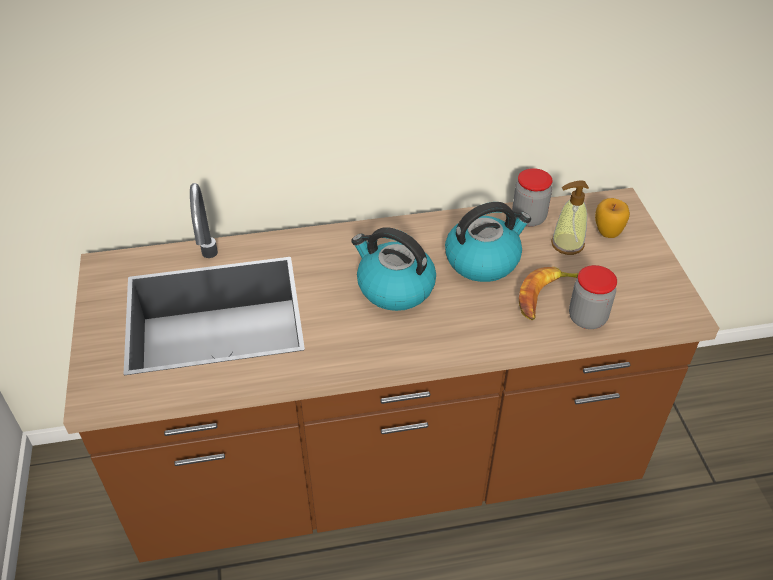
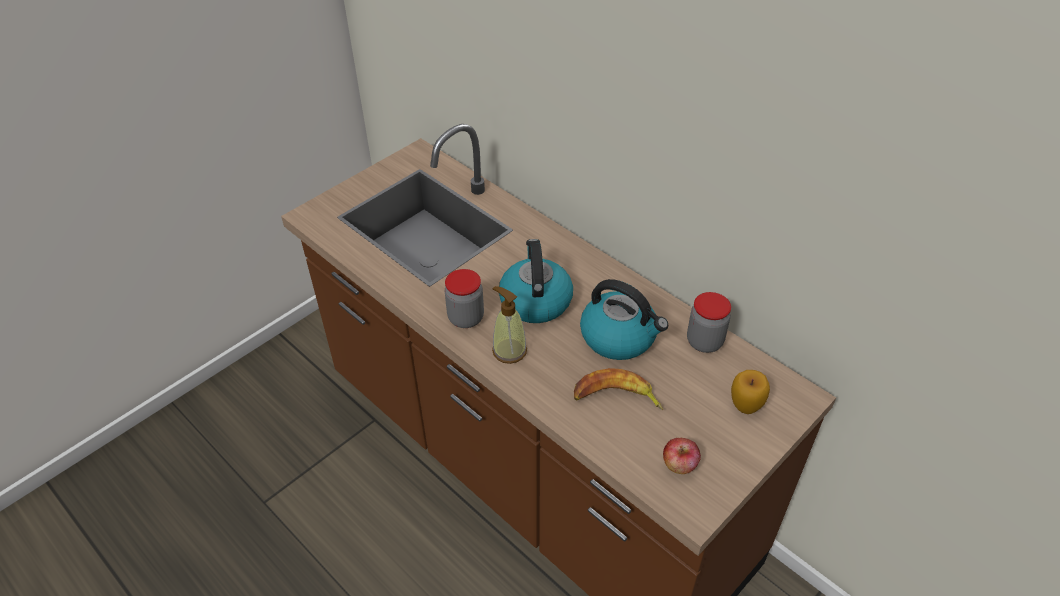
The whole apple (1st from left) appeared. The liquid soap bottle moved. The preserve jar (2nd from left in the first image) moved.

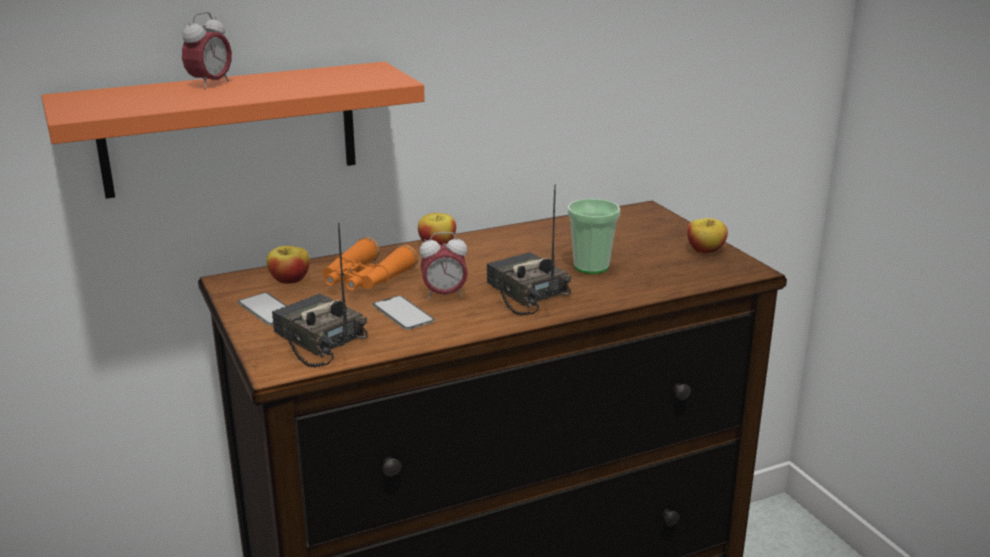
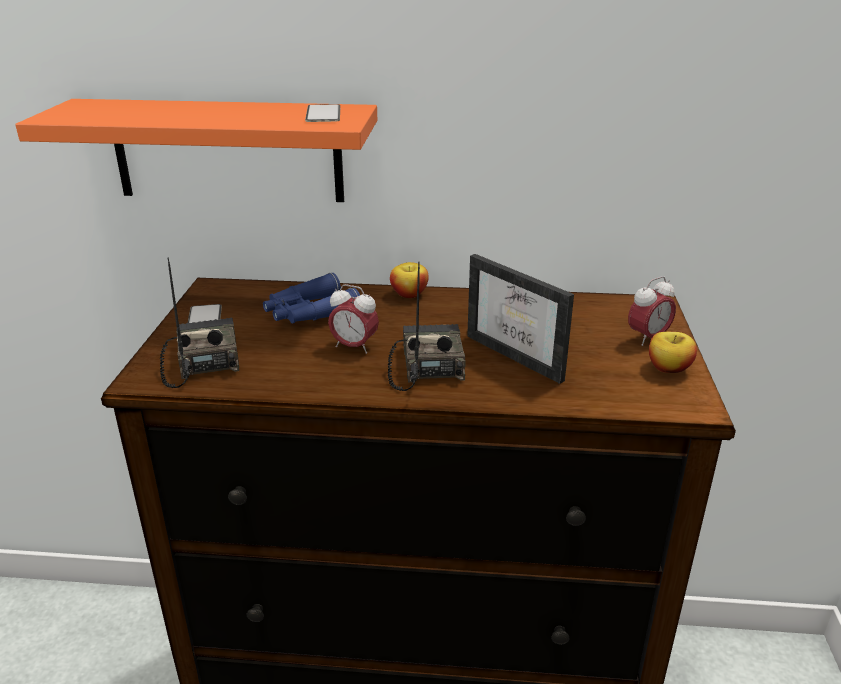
The whole apple (1st from left) disappeared. The table clock (1st from left in the first image) moved. The phone (2nd from left) moved. The drinking cup was replaced by the standing frame. The orangey pair of binoculars became the blue-coloured pair of binoculars.

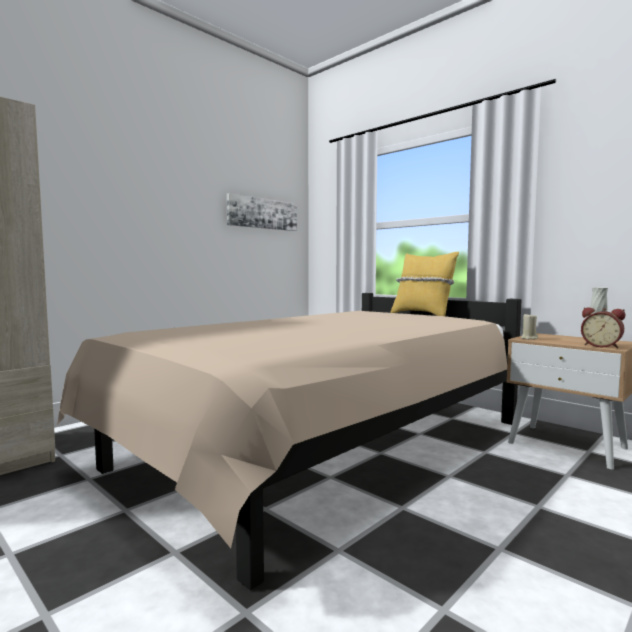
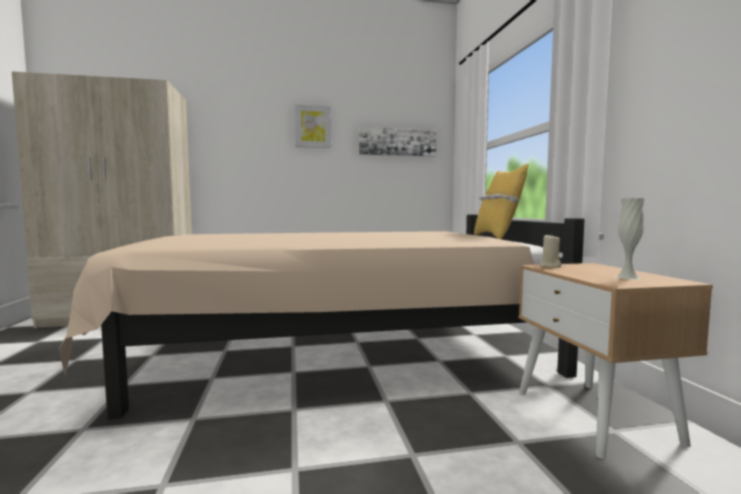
The table clock disappeared. The wall picture (1st from left) appeared.

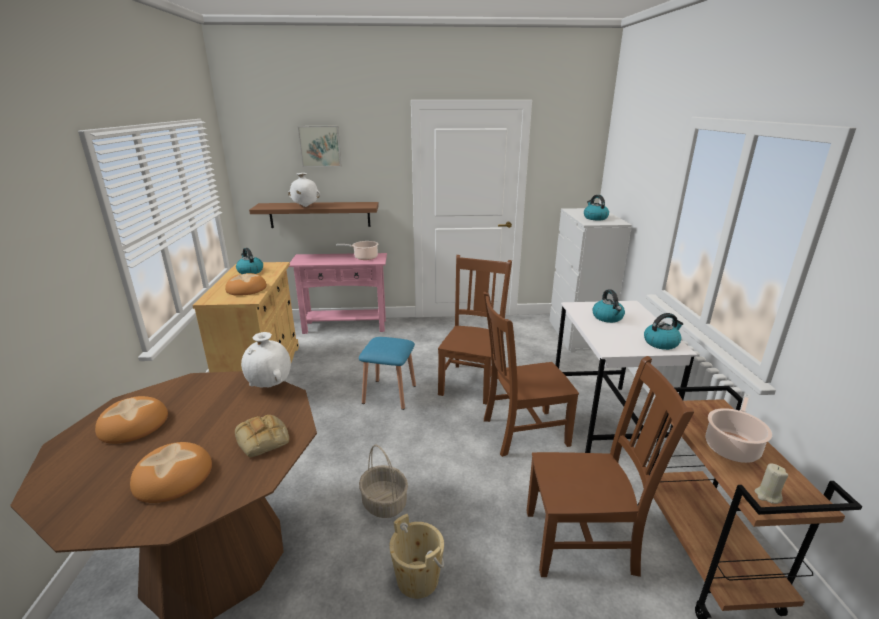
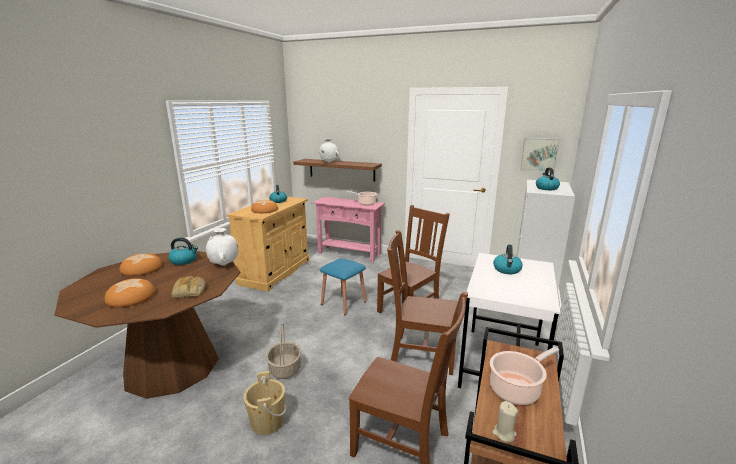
The wall picture moved. The water kettle (4th from left in the first image) moved.

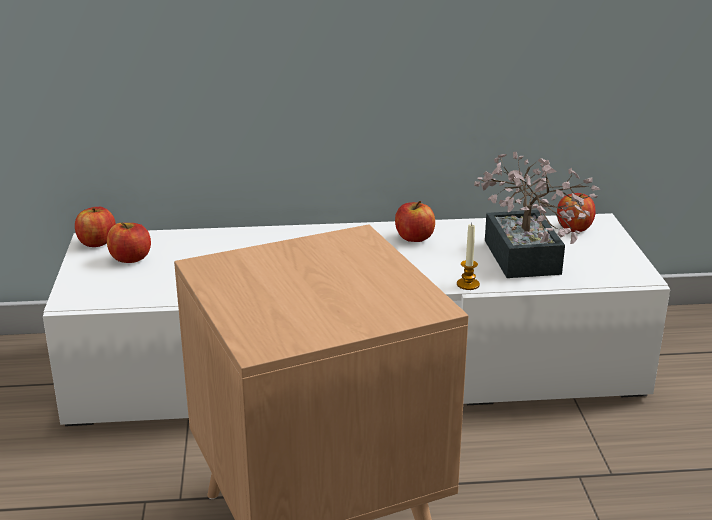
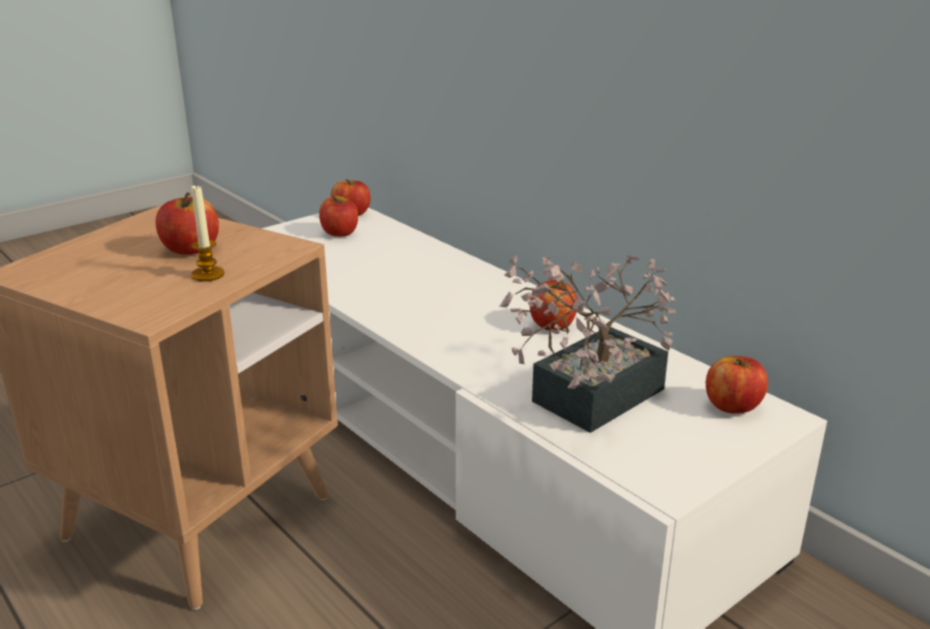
The whole apple (1st from left) appeared. The candle moved.

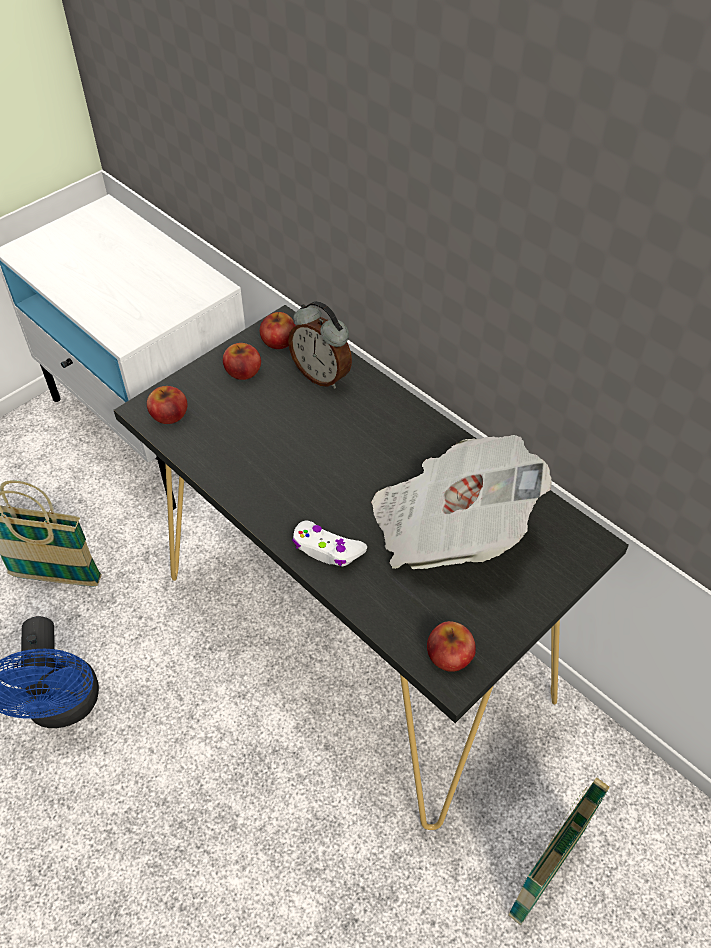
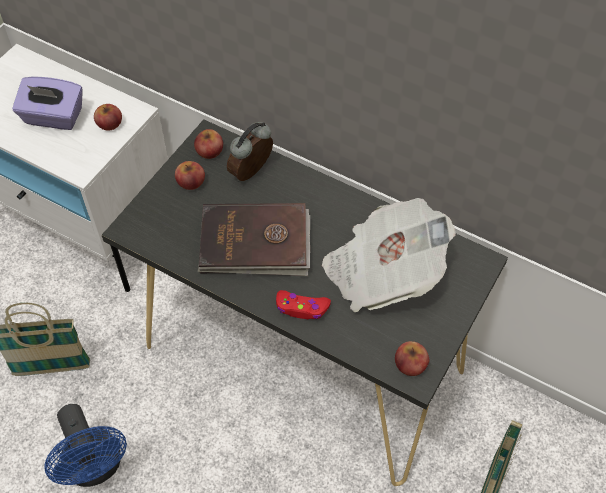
The purple tissue holder appeared. The brown-coloured volume appeared. The whole apple (1st from left) moved. The white-coloured joypad became the red joypad. The table clock turned 105 degrees clockwise.

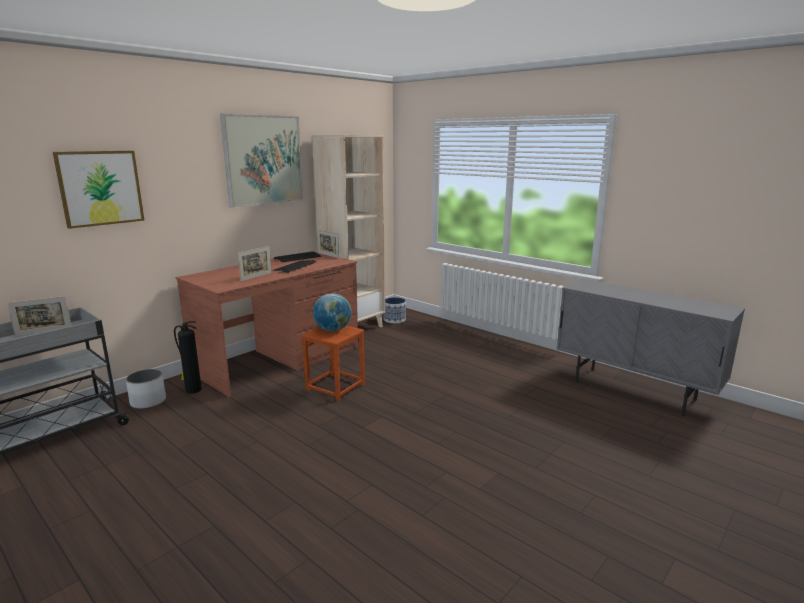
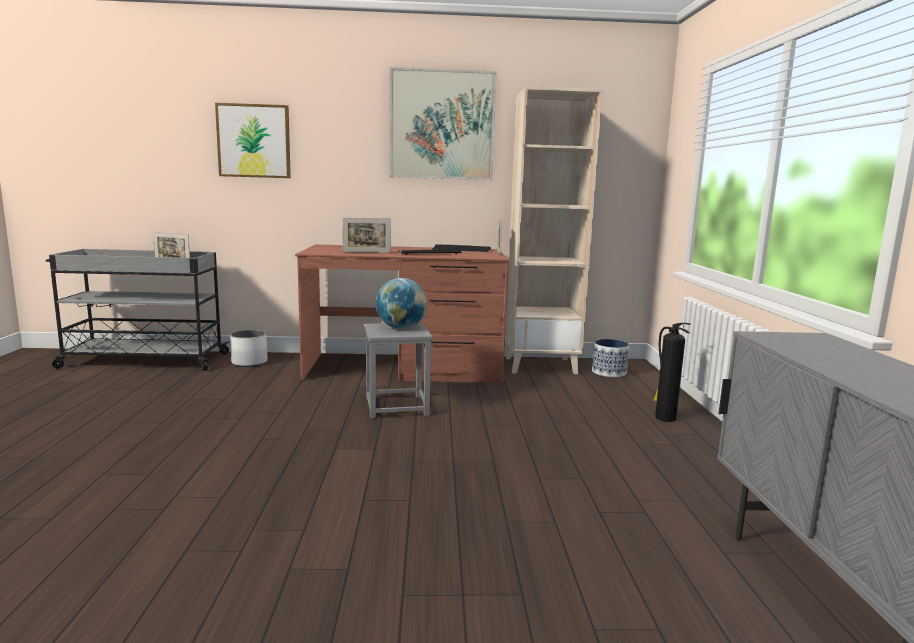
The fire extinguisher moved. The brown-coloured sitting stool became the grey sitting stool.

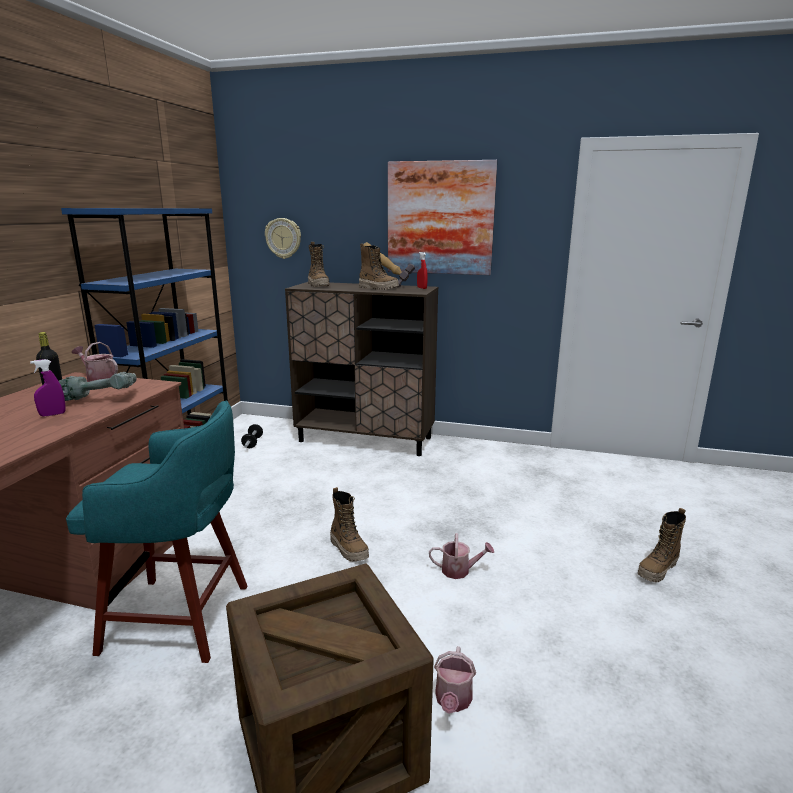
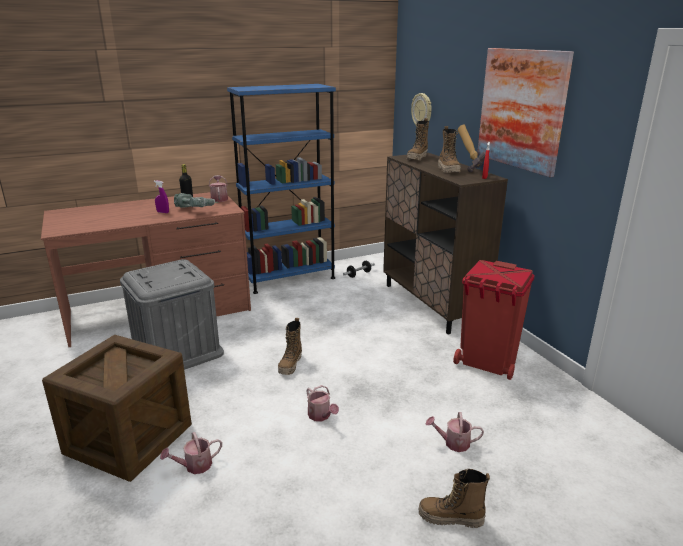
The watering can (4th from left) appeared. The red waste bin appeared. The turquoise-coloured sitting stool was replaced by the grey storage container.

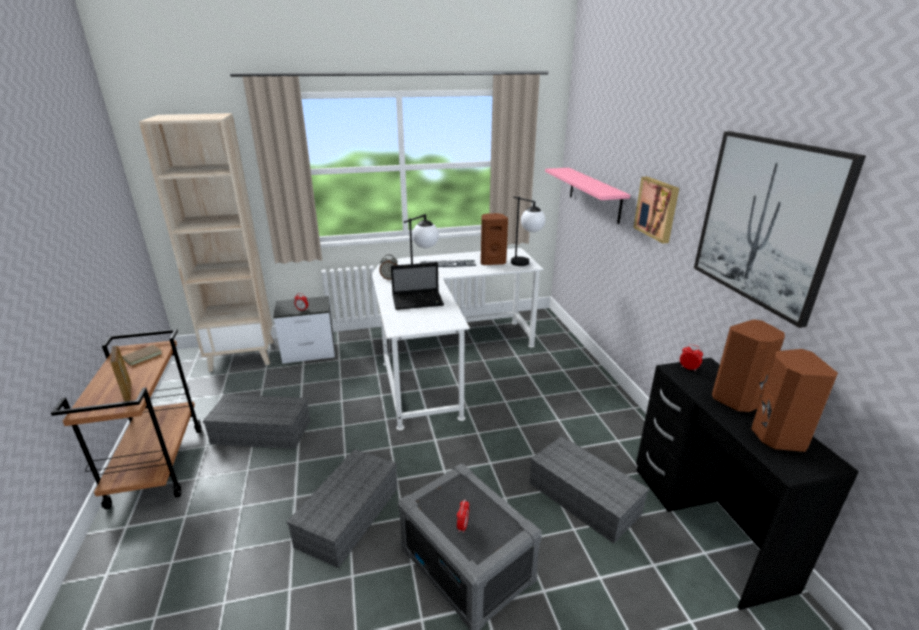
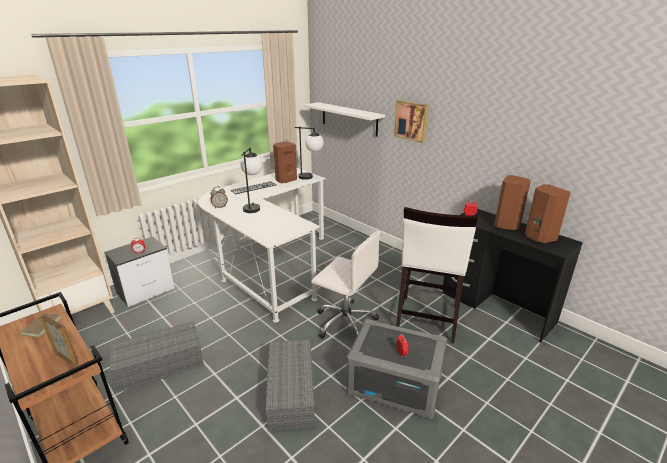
The portable computer disappeared. The wall picture (2nd from left) disappeared. The white-coloured desk chair appeared. The grey storage container (4th from left) was replaced by the white-coloured sitting stool. The pinkish shelf became the white-coloured shelf.

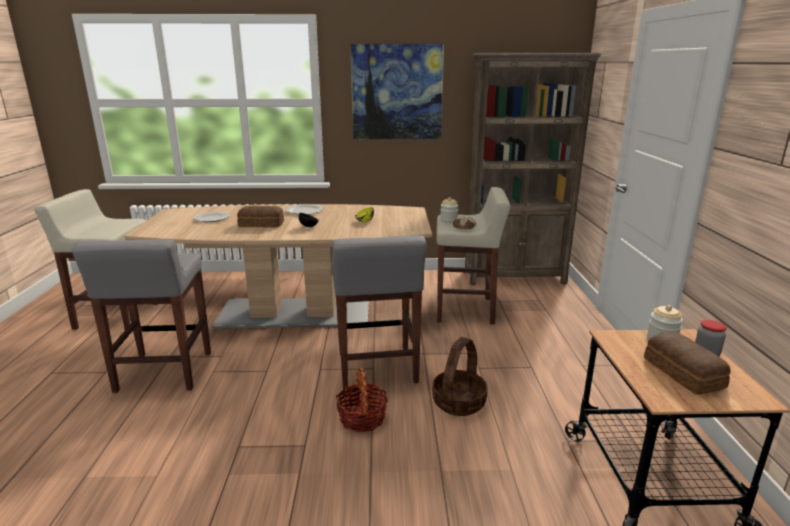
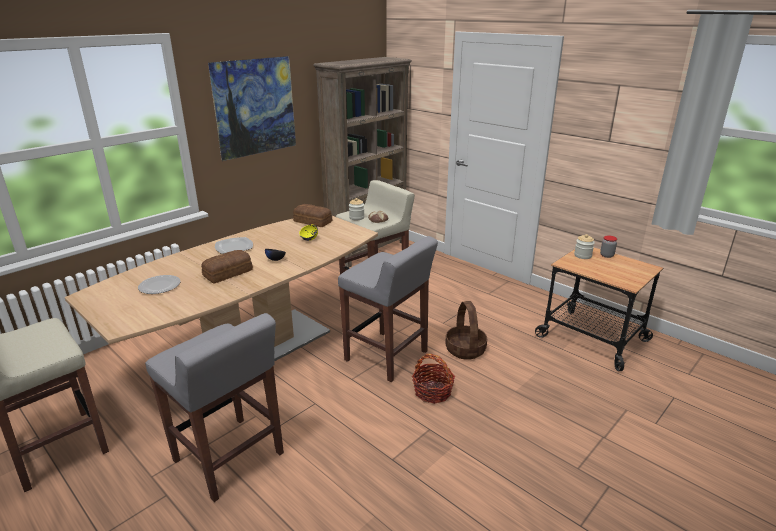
The baked bread (3rd from left in the first image) moved.

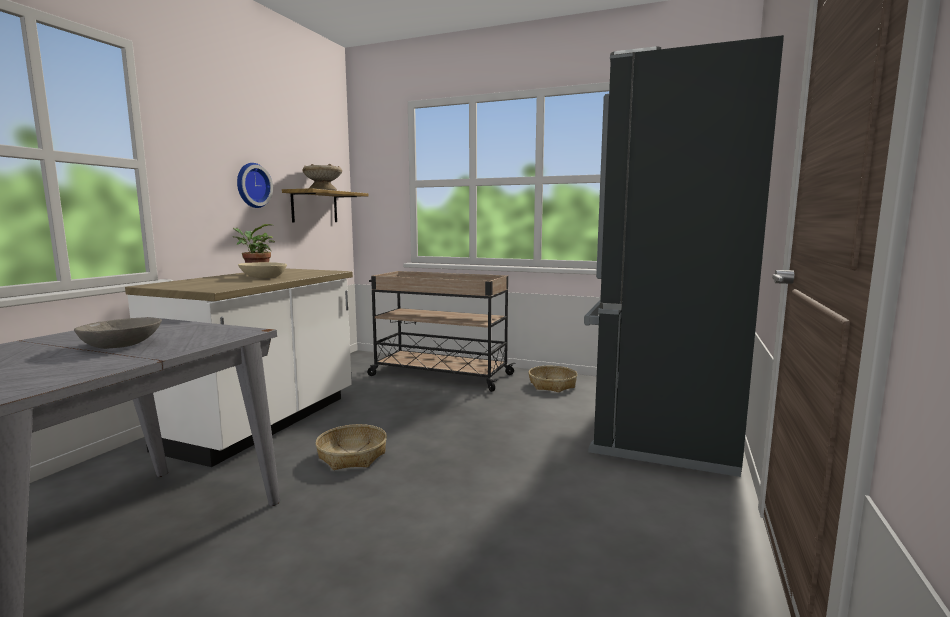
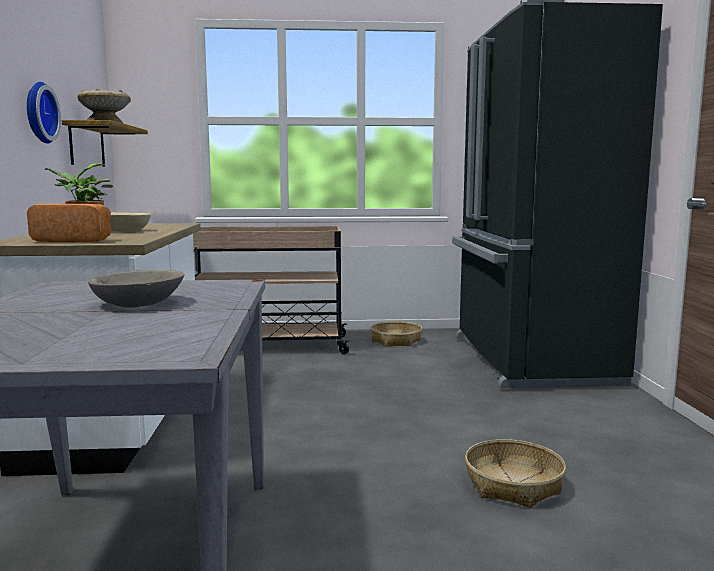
The baked bread appeared. The storage basket (1st from left in the first image) moved.

